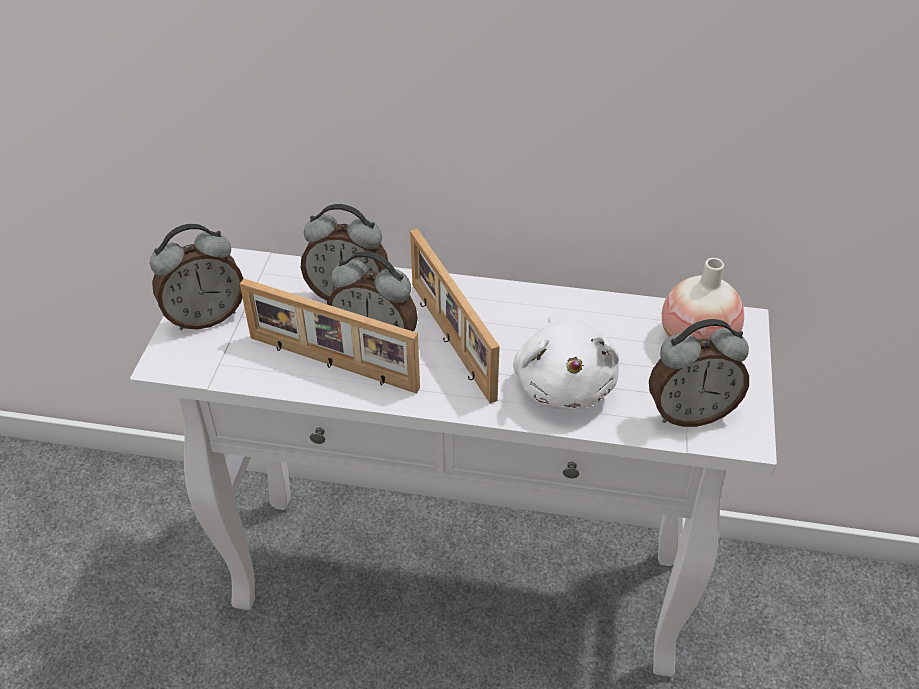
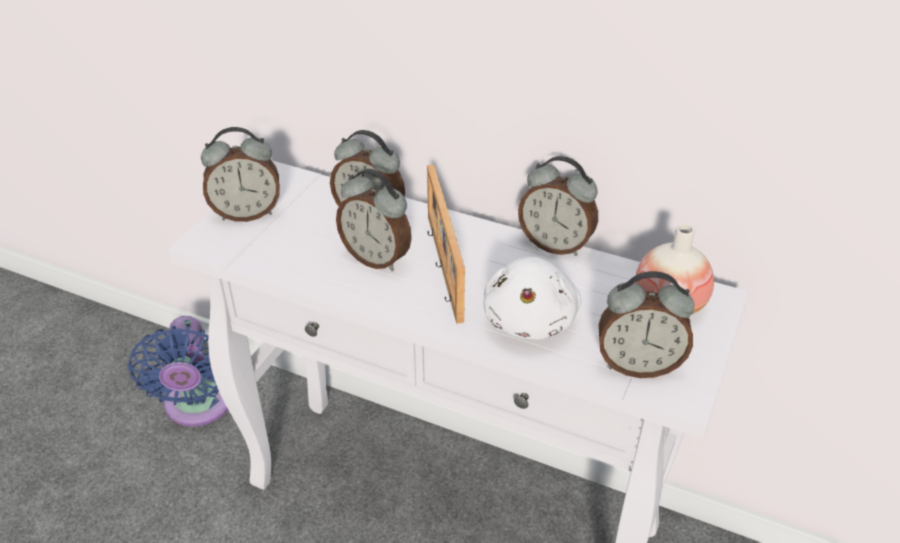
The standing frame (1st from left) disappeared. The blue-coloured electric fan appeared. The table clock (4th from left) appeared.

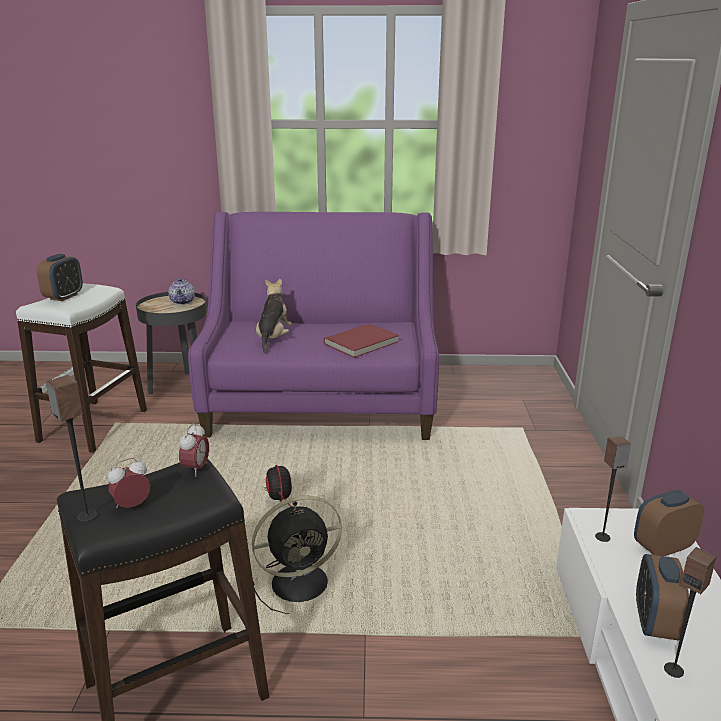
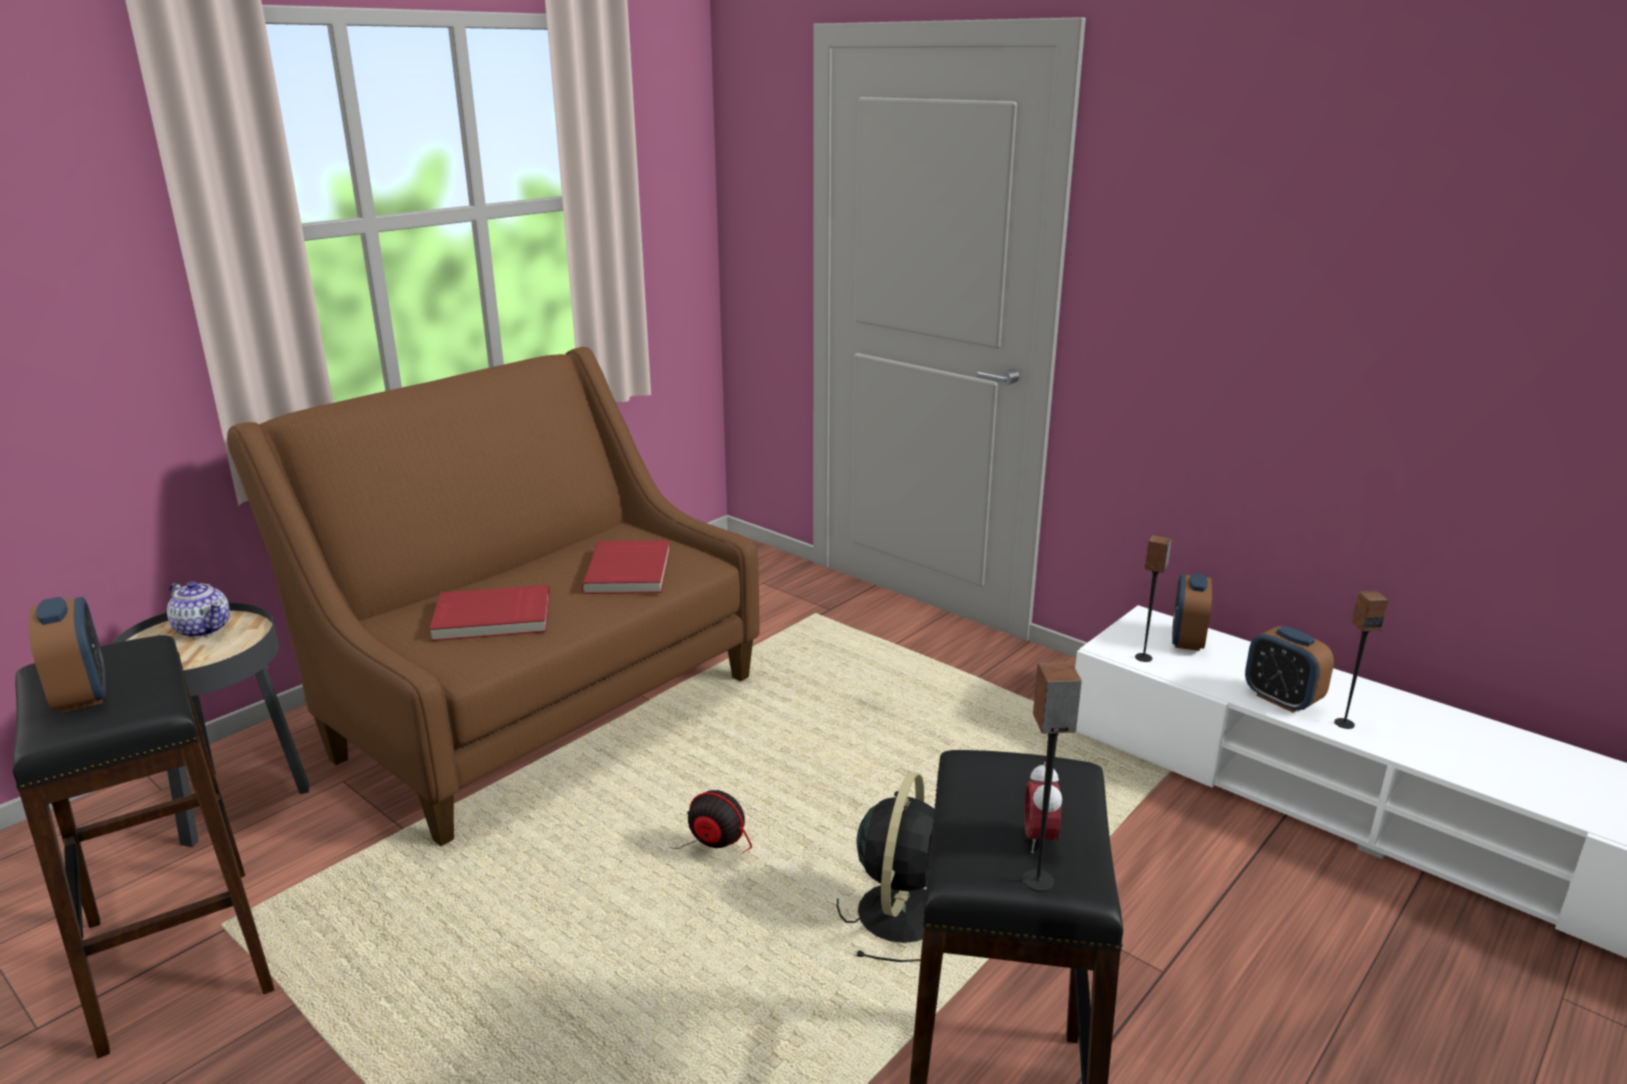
The table clock (3rd from left) disappeared. The soft toy was replaced by the red volume (1st from left). The white-coloured sitting stool became the black sitting stool (1st from left). The purple settee became the brown-coloured settee.

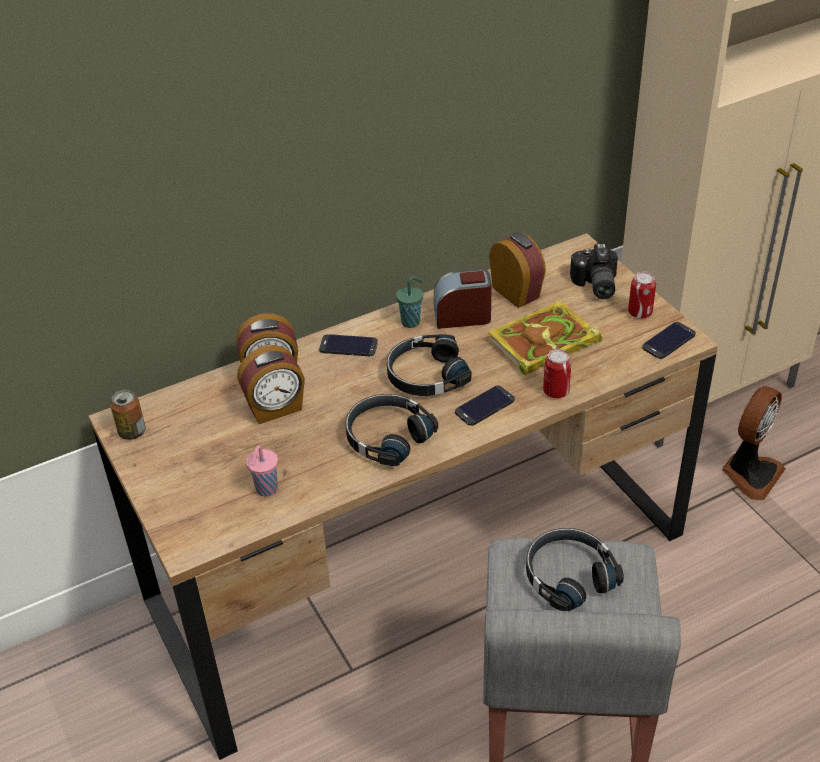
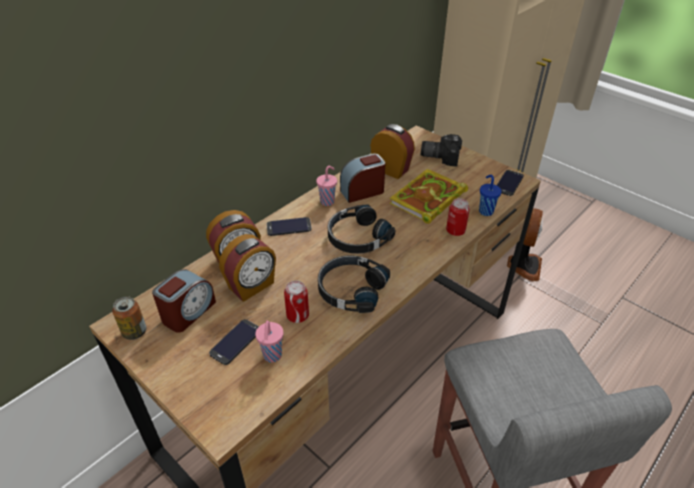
The black pair of headphones (3rd from left) disappeared. The table clock (1st from left) appeared. The blue-coloured drinking cup appeared. The phone (2nd from left in the first image) moved. The can (3rd from left in the first image) moved. The green-coloured drinking cup became the pinkish drinking cup (2nd from left). The still camera turned 120 degrees clockwise.

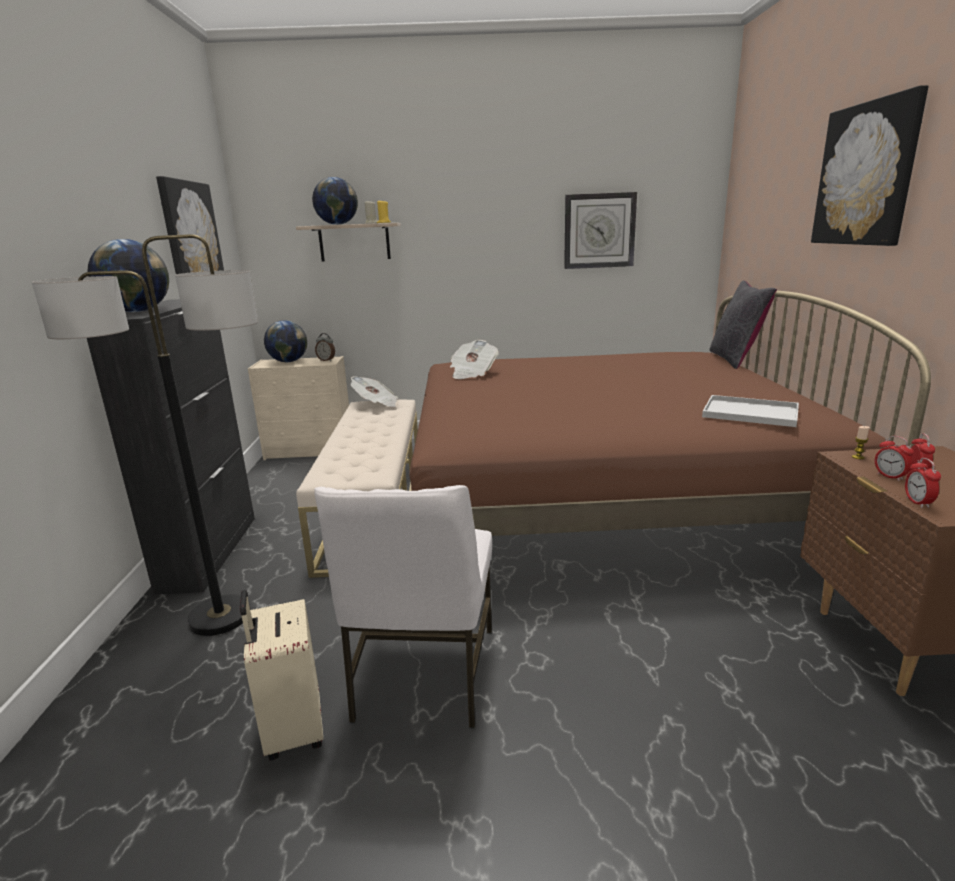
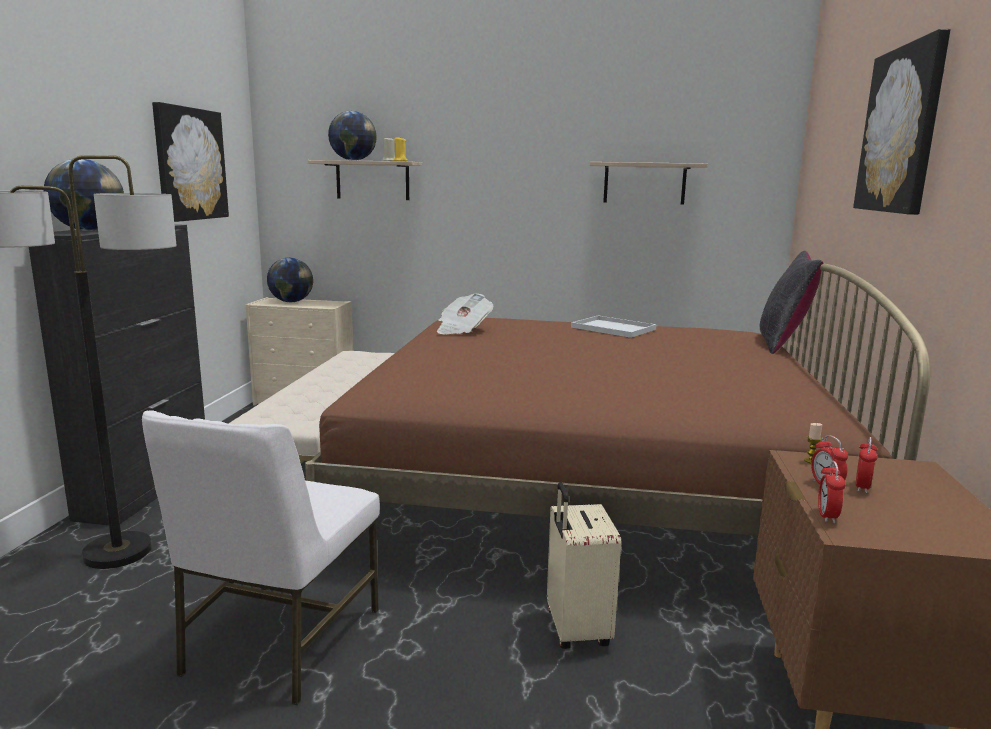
The table clock (1st from left) disappeared. The printed paper (1st from left) disappeared. The sand-coloured piece of luggage moved. The white-coloured serving tray moved. The clock on the wall was replaced by the shelf (2nd from left).

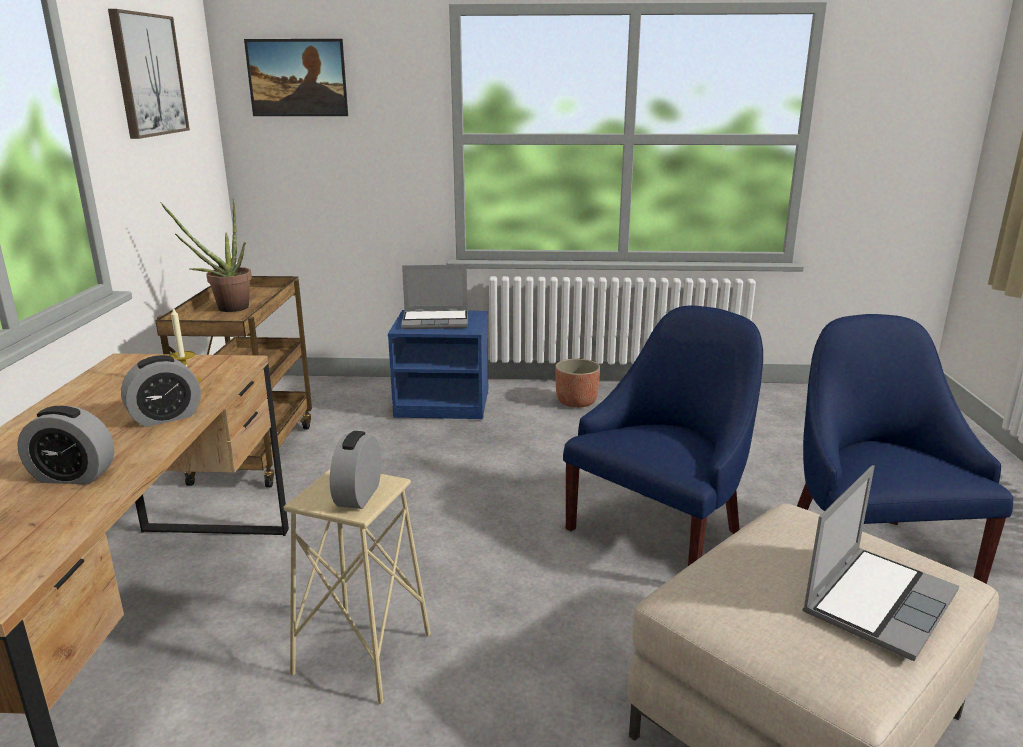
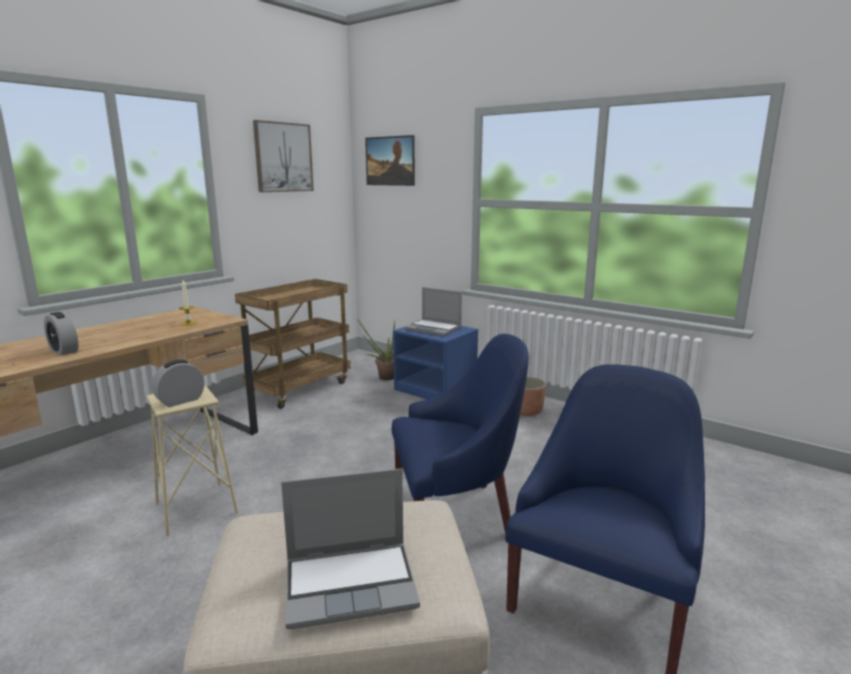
The table clock (2nd from left) disappeared. The plant in a pot moved.

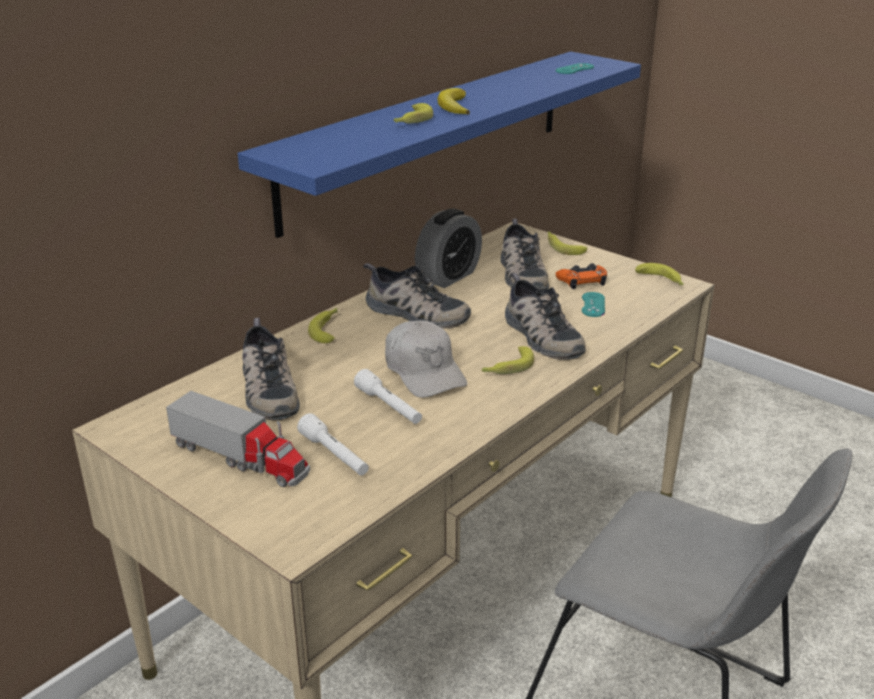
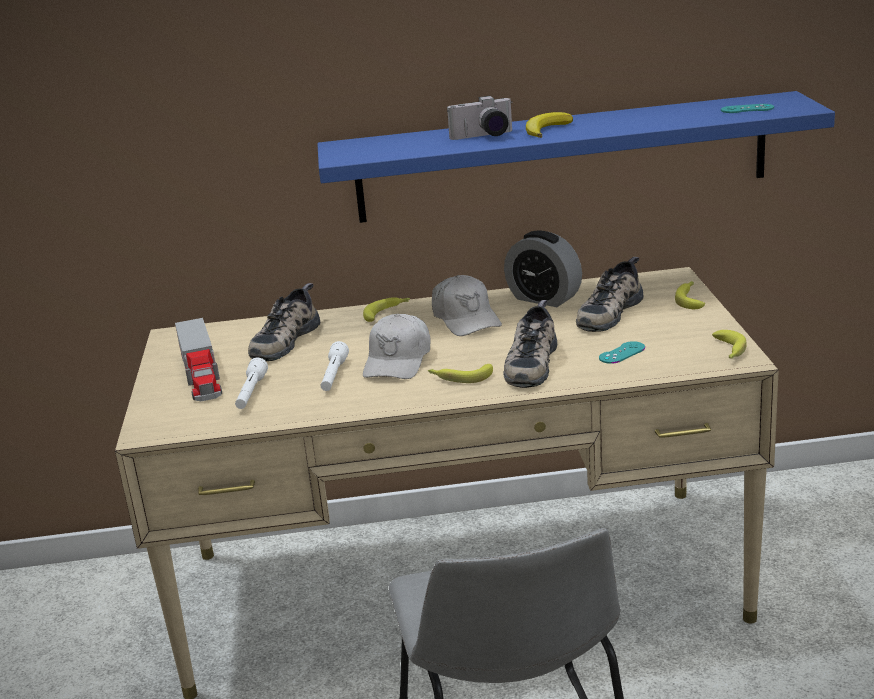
The orangey joypad disappeared. The low shoe (2nd from left) was replaced by the white-coloured peaked cap (2nd from left). The banana (2nd from left) was replaced by the still camera. The table clock turned 45 degrees clockwise.

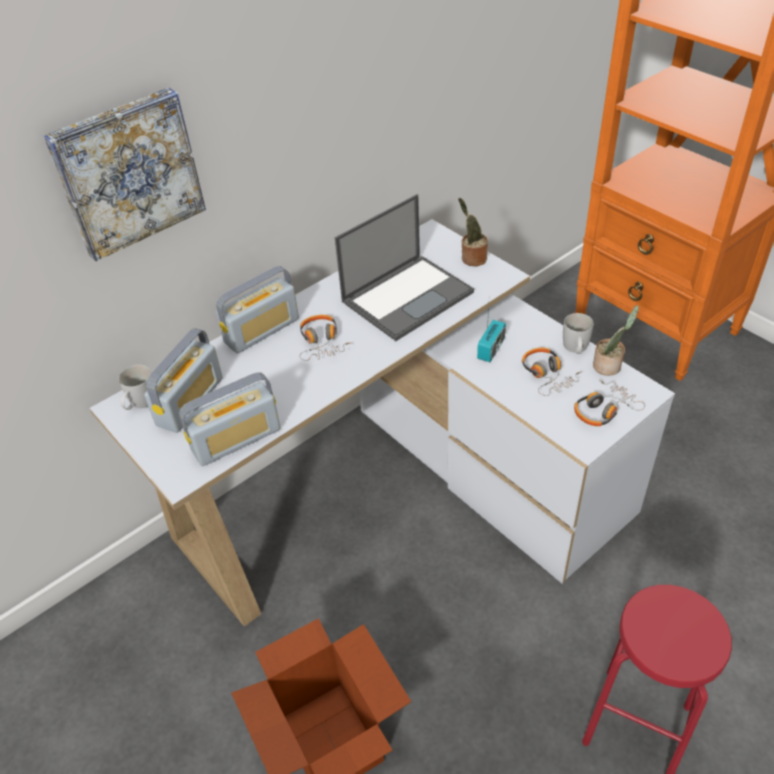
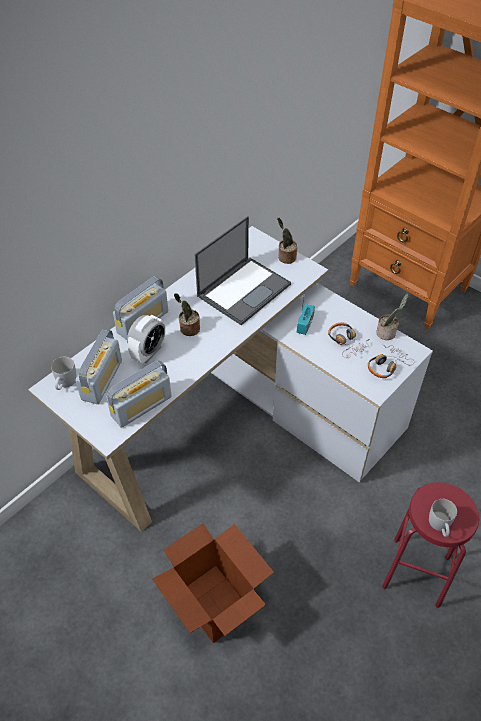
The wall picture disappeared. The table clock appeared. The white-coloured tea mug (2nd from left) moved. The pair of headphones (1st from left) was replaced by the plant in a pot (1st from left).

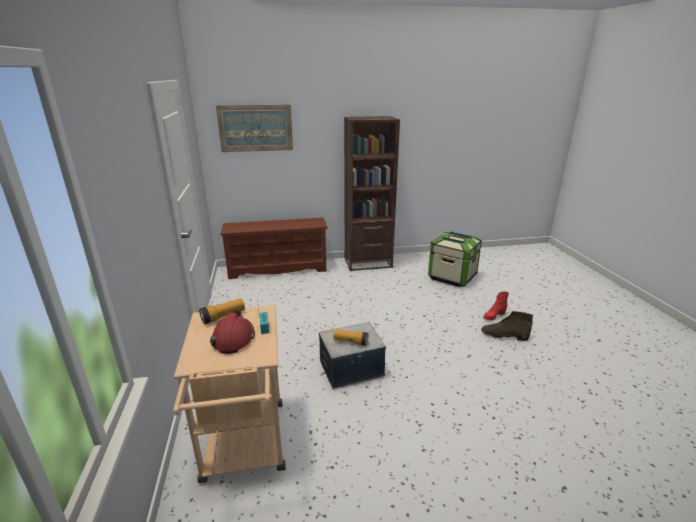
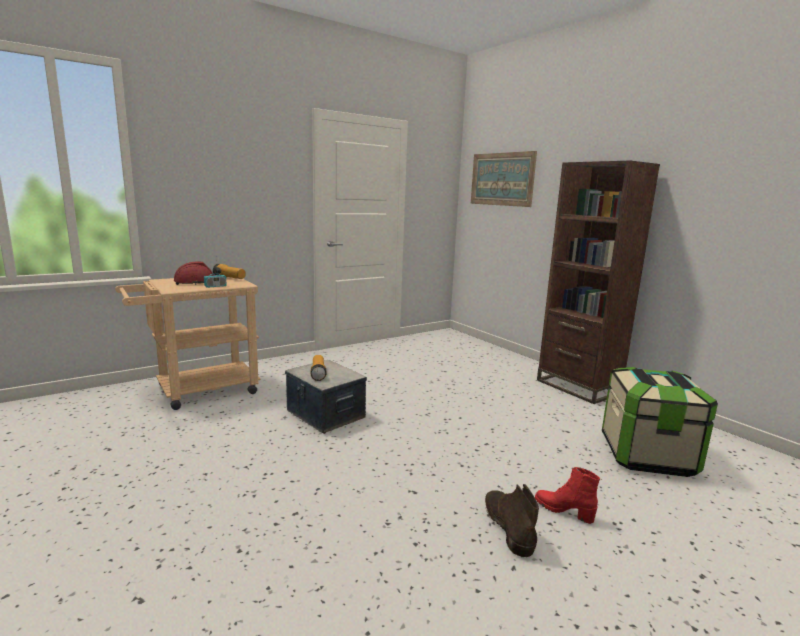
The brown-coloured shoe rack disappeared.

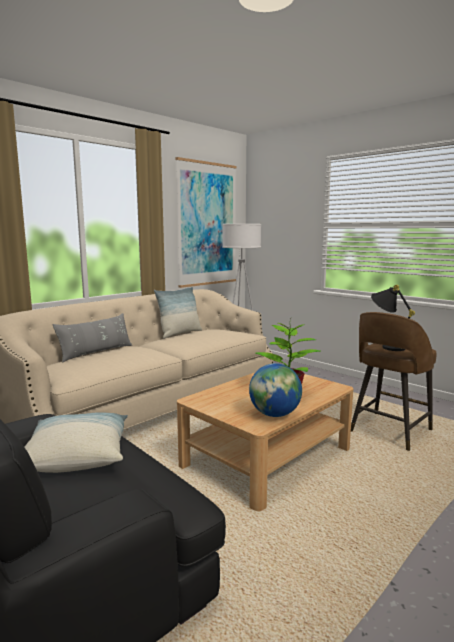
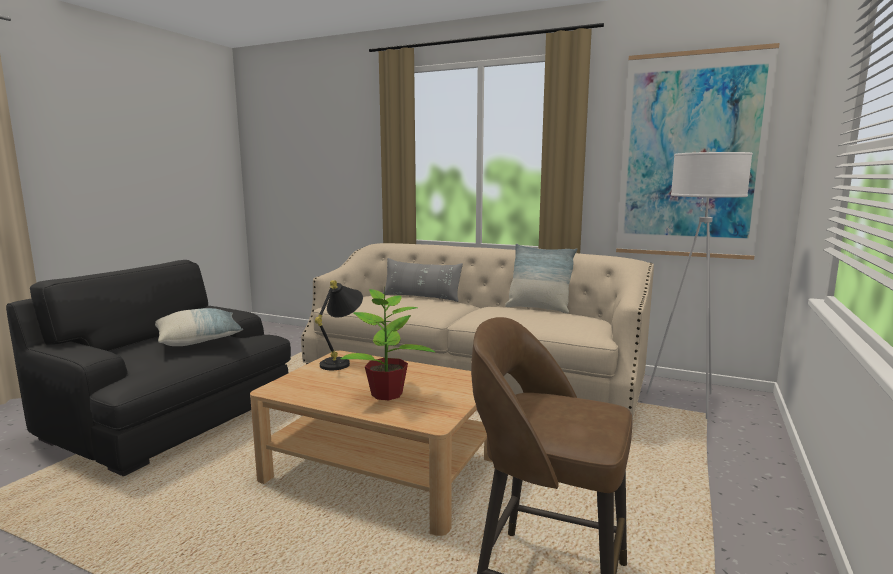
The desk globe disappeared. The black tabletop lamp moved.

